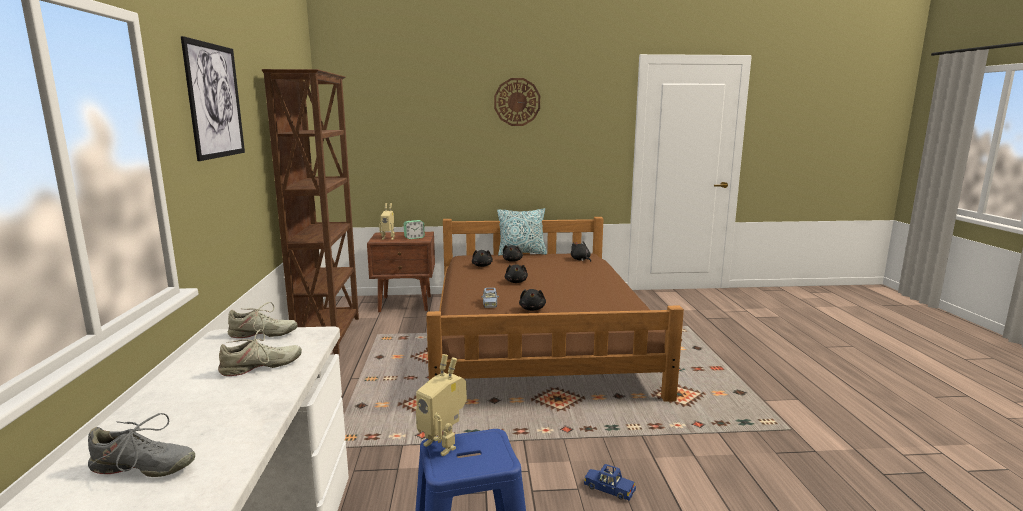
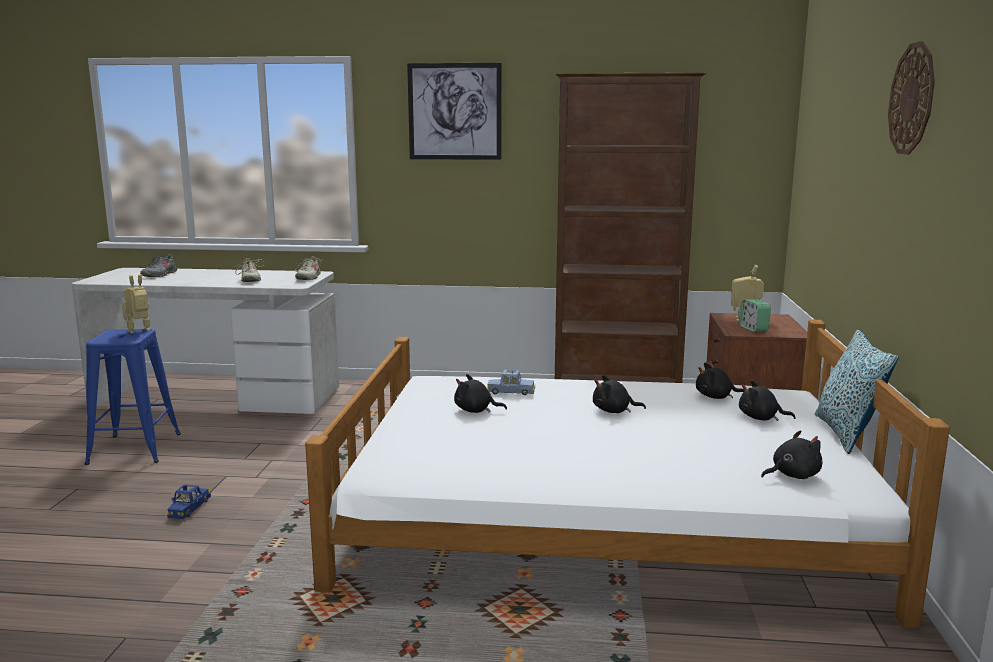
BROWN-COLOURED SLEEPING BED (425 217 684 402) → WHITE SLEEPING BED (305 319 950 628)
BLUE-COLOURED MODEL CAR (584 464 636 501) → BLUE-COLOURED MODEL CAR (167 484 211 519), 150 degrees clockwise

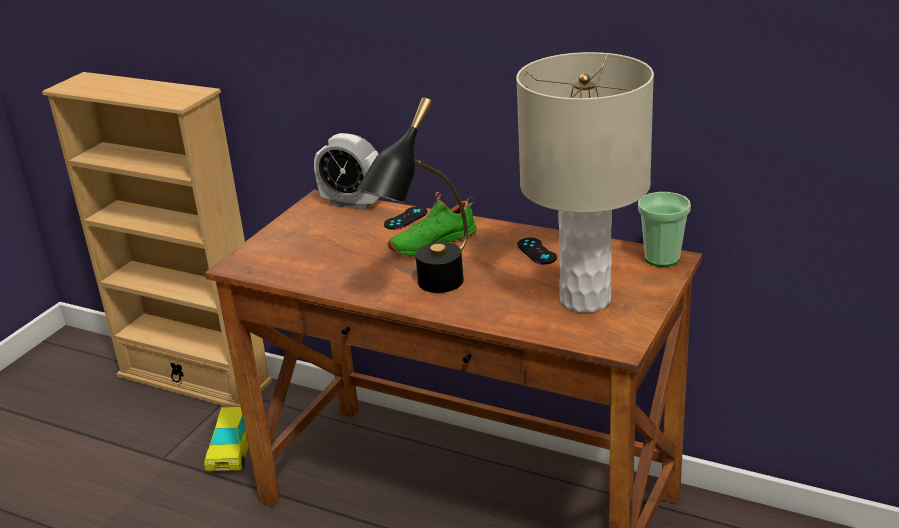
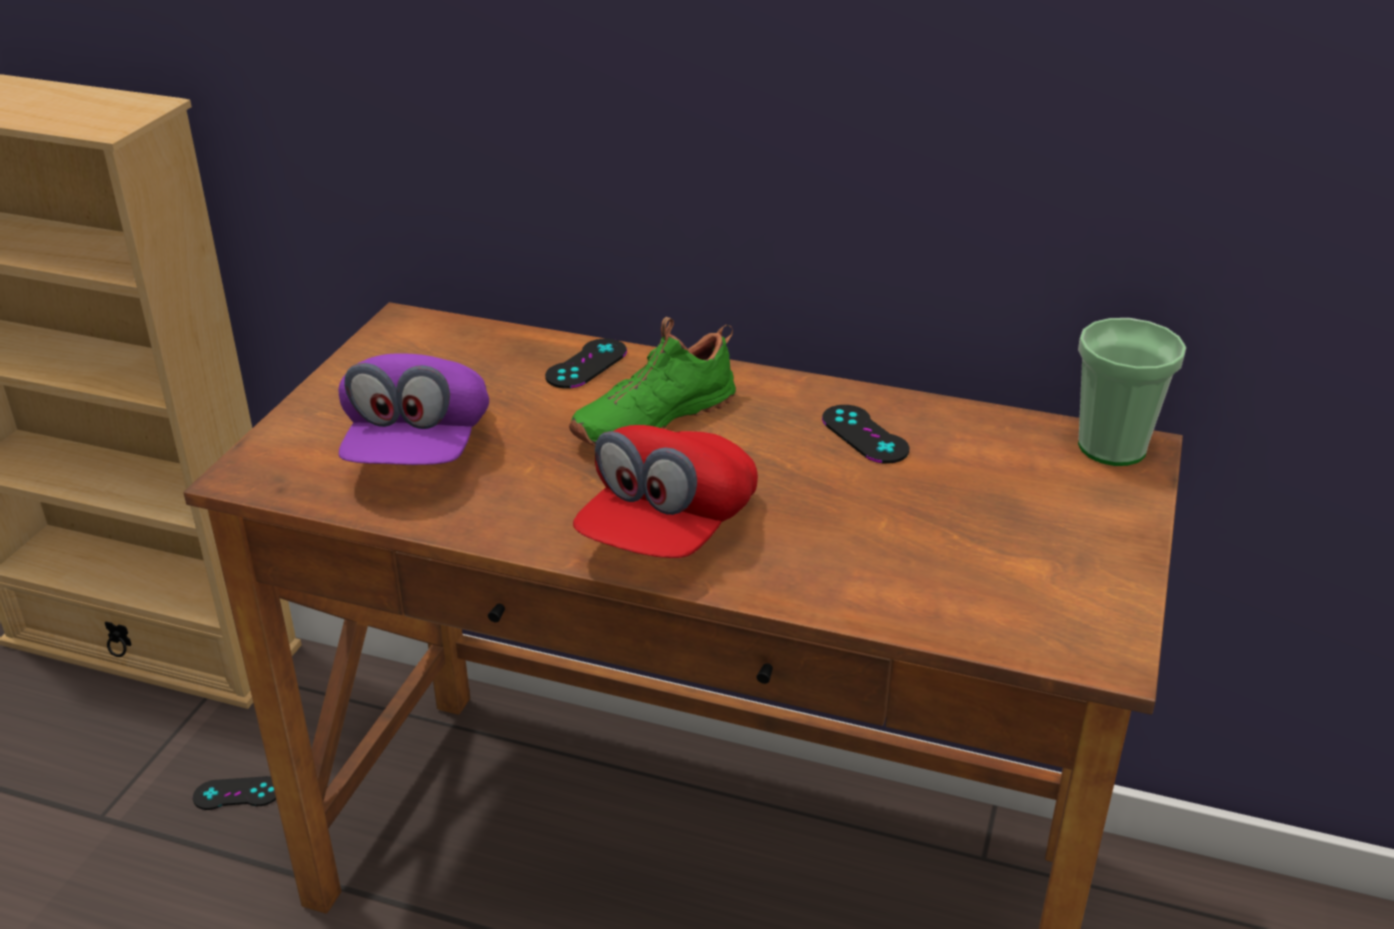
ALARM CLOCK (314 133 379 210) → -
BEIGE-COLOURED TABLE LAMP (516 52 654 313) → -
- → PURPLE-COLOURED PEAKED CAP (338 353 489 465)
MODEL CAR (204 407 249 471) → BLACK-COLOURED GAME CONTROLLER (193 776 276 810)
BLACK-COLOURED TABLE LAMP (356 97 468 293) → RED PEAKED CAP (573 425 758 558)

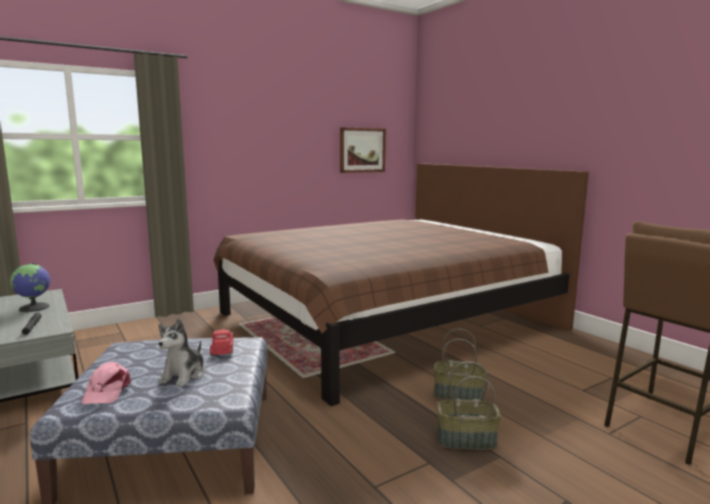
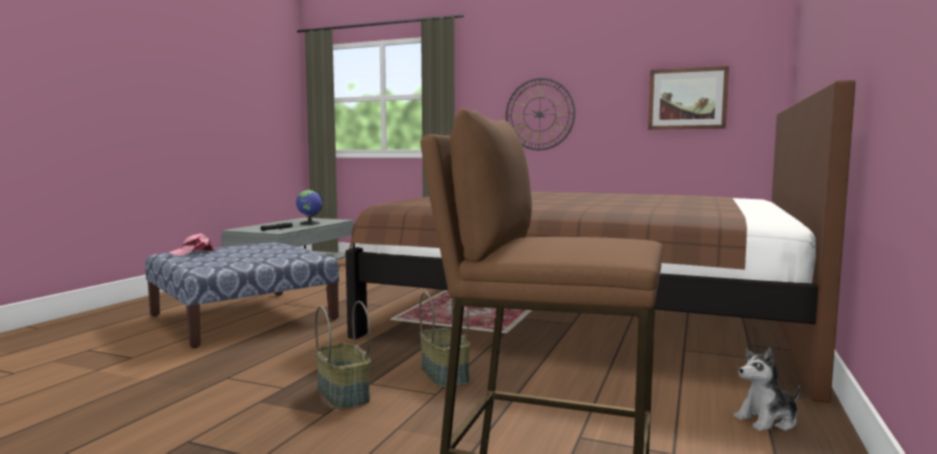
RED MODEL CAR (210 329 233 355) → -
- → HANGING CLOCK (506 78 575 150)
PLUSH TOY (158 318 205 387) → PLUSH TOY (734 348 800 431), shifted

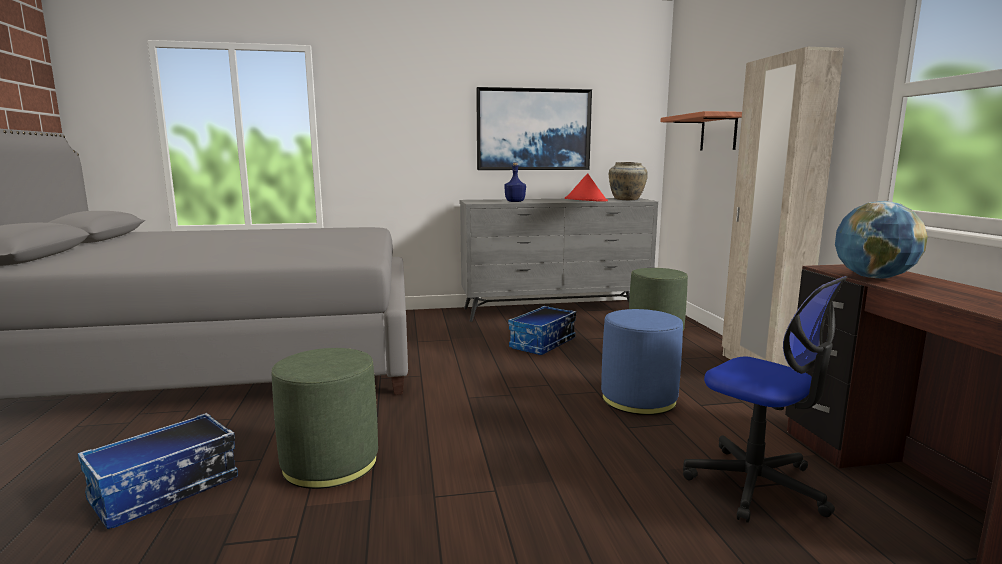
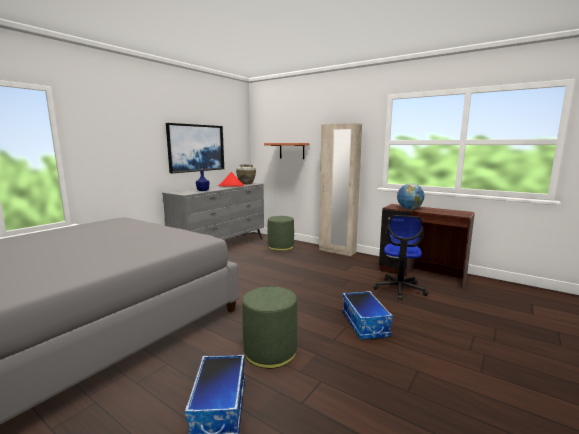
BLUE-COLOURED OTTOMAN (601 309 683 415) → -
STORAGE BOX (508 306 576 355) → STORAGE BOX (343 291 393 340), shifted
COMPUTER CHAIR (683 276 848 523) → COMPUTER CHAIR (373 215 428 300), 105 degrees clockwise

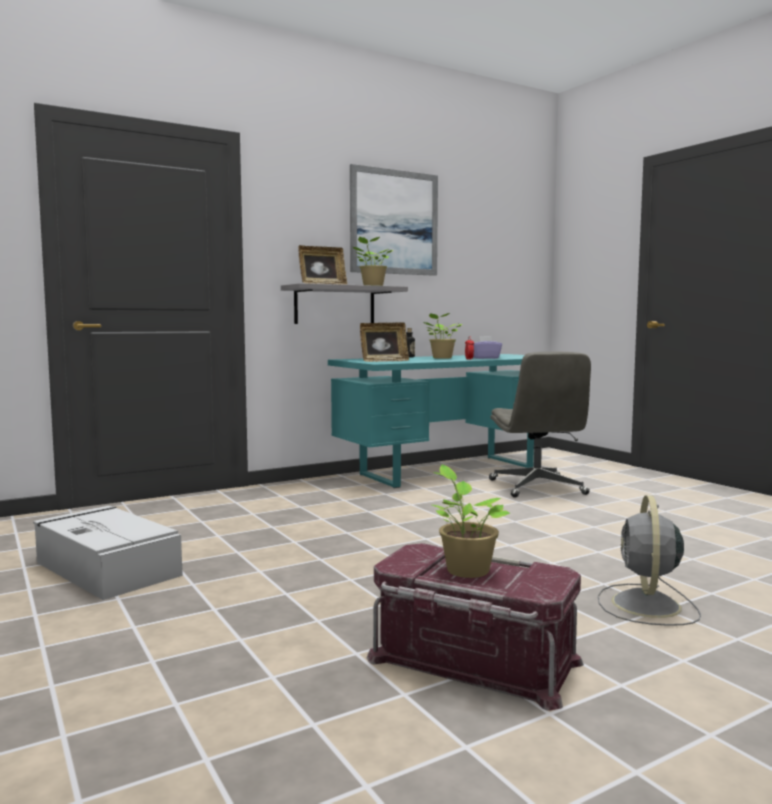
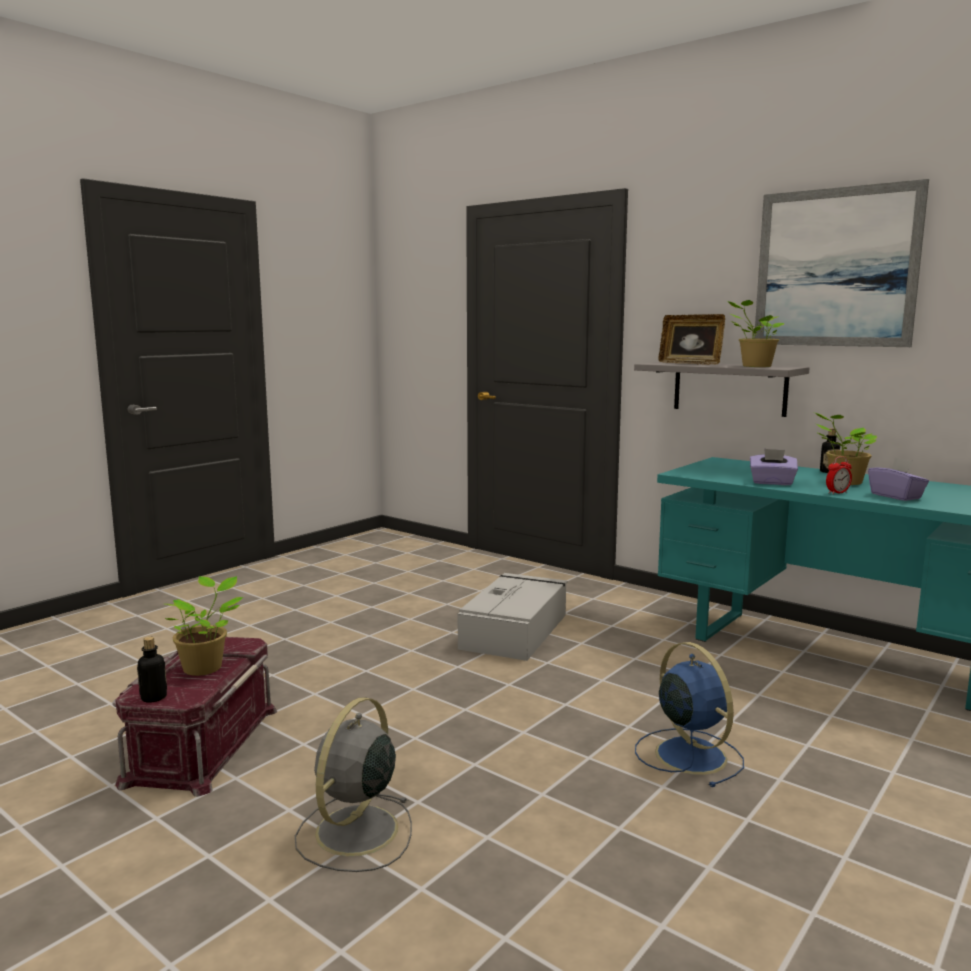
PICTURE FRAME (360 322 409 362) → -
GRAY COMPUTER CHAIR (489 352 591 498) → -
- → BEVERAGE BOTTLE (137 637 167 703)
- → BLUE-COLOURED COOLING FAN (635 642 744 787)
- → PURPLE-COLOURED TISSUE BOX (750 449 798 485)
GRAY STORAGE BOX (33 505 183 600) → GRAY STORAGE BOX (458 573 567 661), shifted
GRAY COOLING FAN (598 495 701 626) → GRAY COOLING FAN (295 697 412 872), 60 degrees counterclockwise

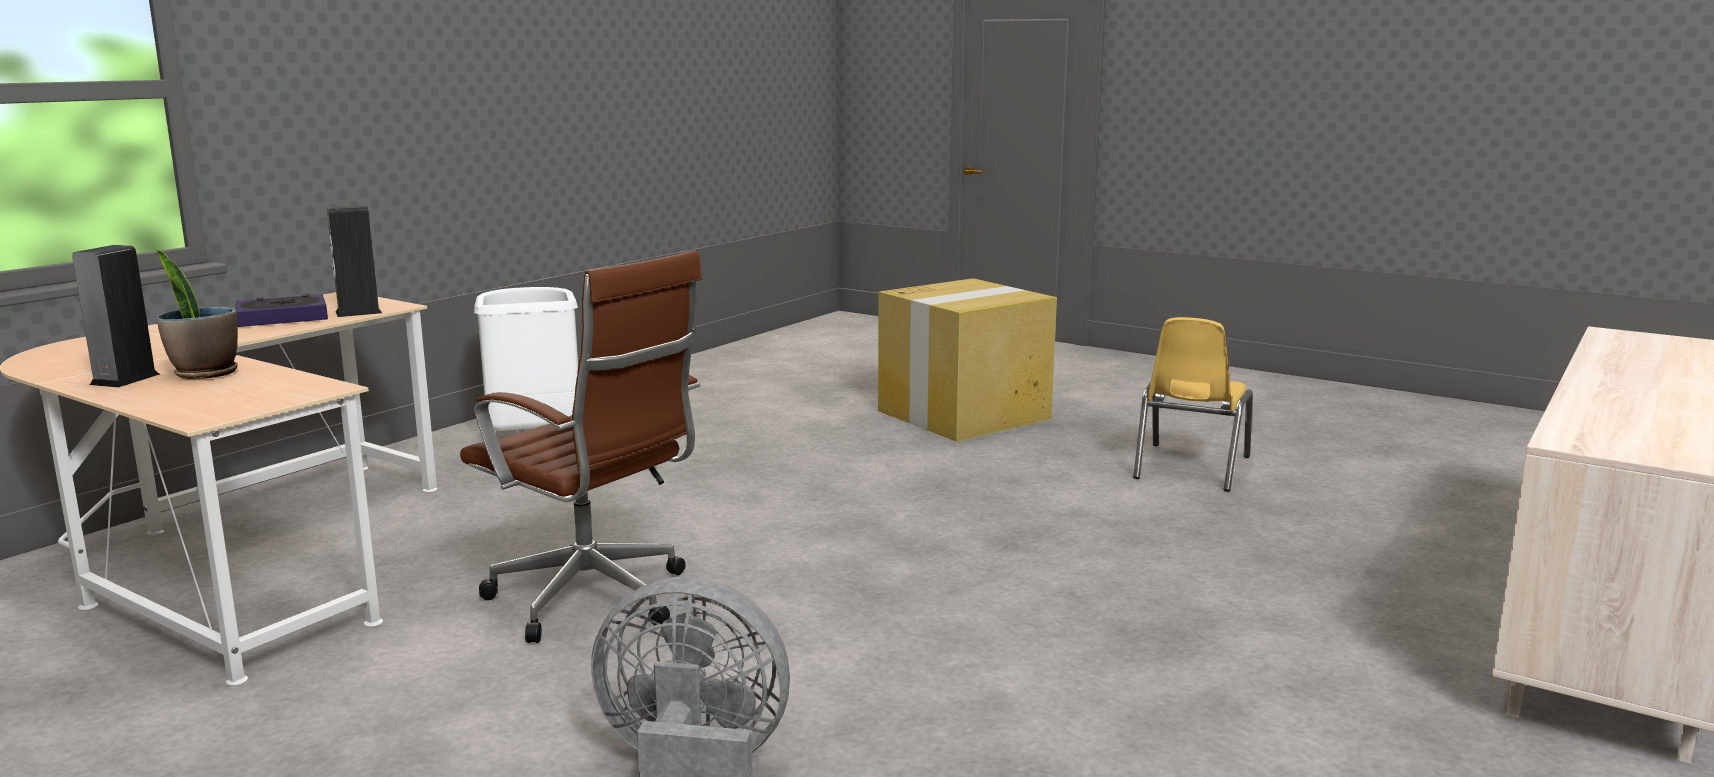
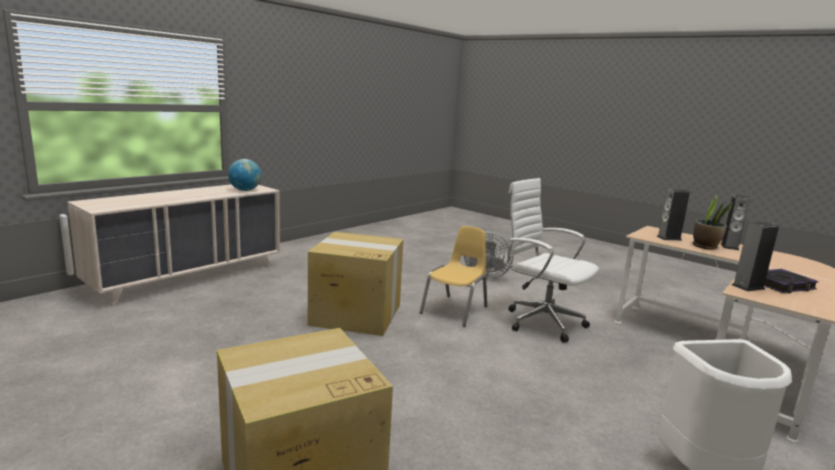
- → GLOBE (228 159 262 191)
- → PACKING BOX (308 232 403 336)
- → AUDIO SPEAKER (656 189 690 240)
YELLOW-COLOURED UPRIGHT CHAIR (1133 317 1253 492) → YELLOW-COLOURED UPRIGHT CHAIR (420 226 487 327), shifted
BROWN-COLOURED COMPUTER CHAIR (460 251 702 643) → WHITE COMPUTER CHAIR (508 178 599 343)

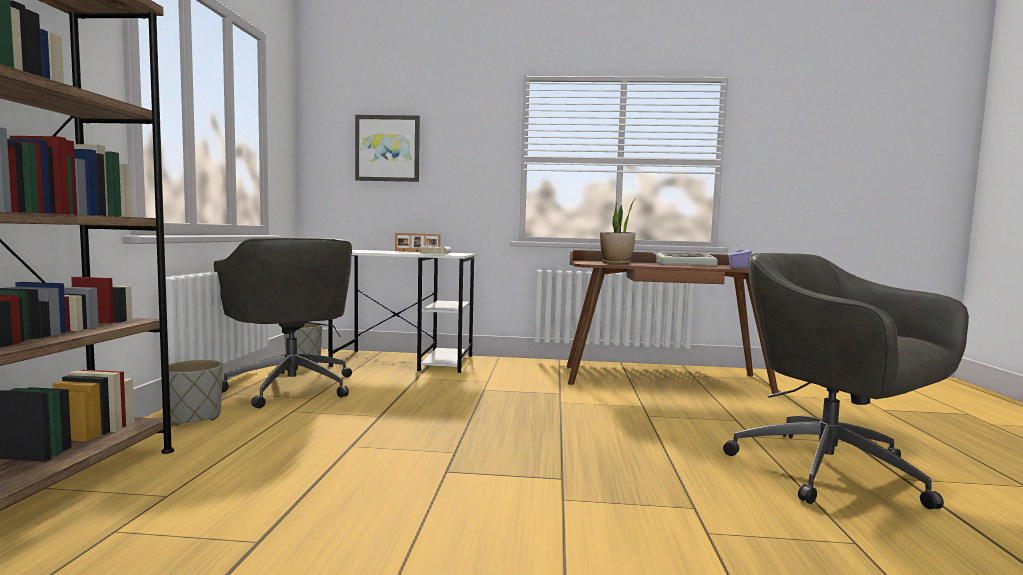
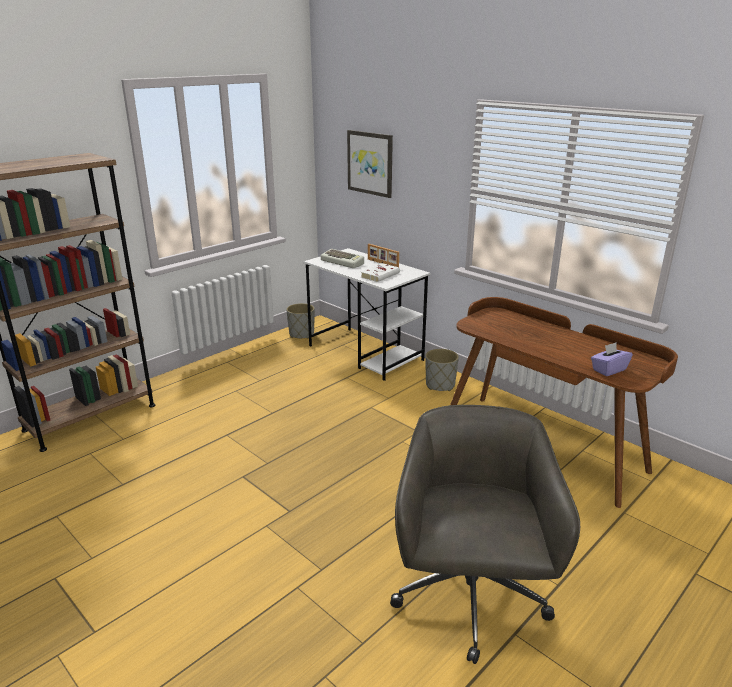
GRAY COMPUTER CHAIR (214 237 352 409) → -
POTTED PLANT (600 199 635 264) → -
GRAY PLANT POT (169 360 223 426) → GRAY PLANT POT (425 349 459 391), shifted
COMPUTER KEYBOARD (656 253 718 266) → COMPUTER KEYBOARD (321 249 364 268), shifted

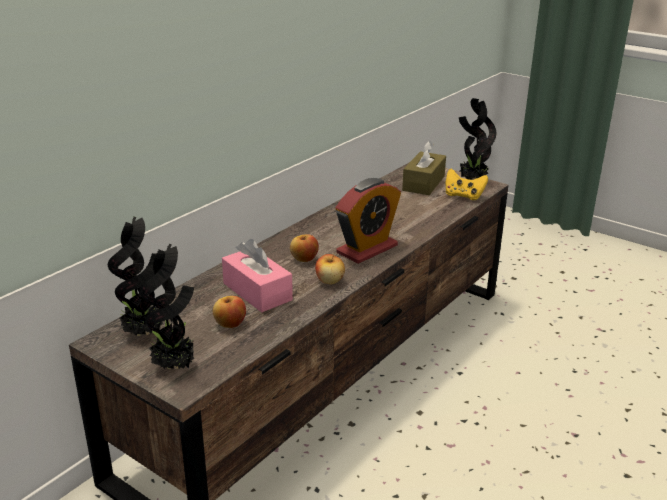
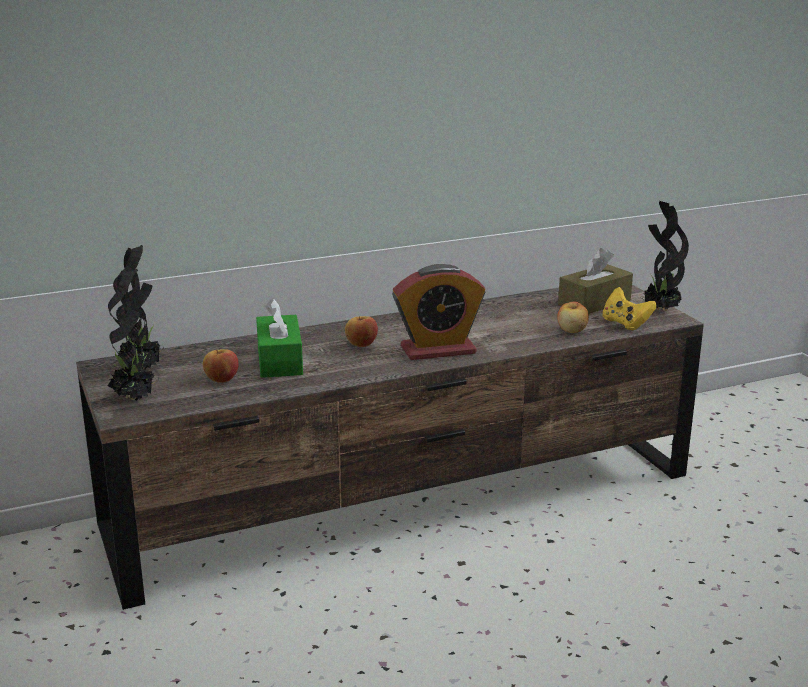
APPLE (315 253 345 285) → APPLE (557 301 589 333), shifted
PINKISH TISSUE BOX (222 239 293 312) → GREENISH TISSUE BOX (256 298 303 378)

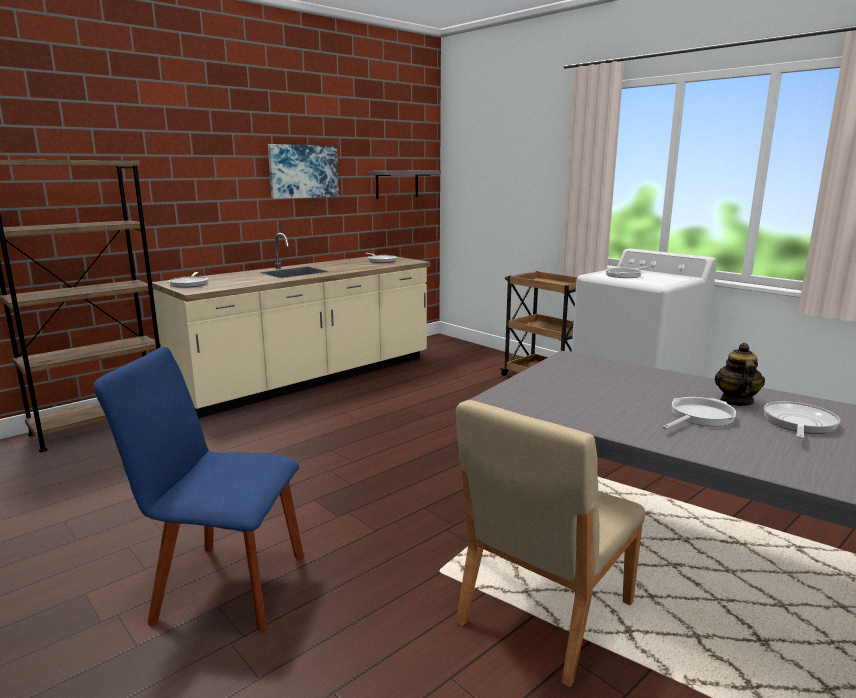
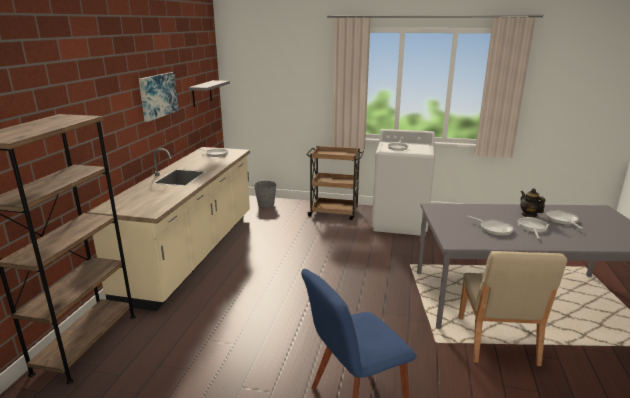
- → GRAY WATER BUCKET (254 181 276 208)
FRYING PAN (169 272 208 288) → FRYING PAN (467 216 514 236), shifted

